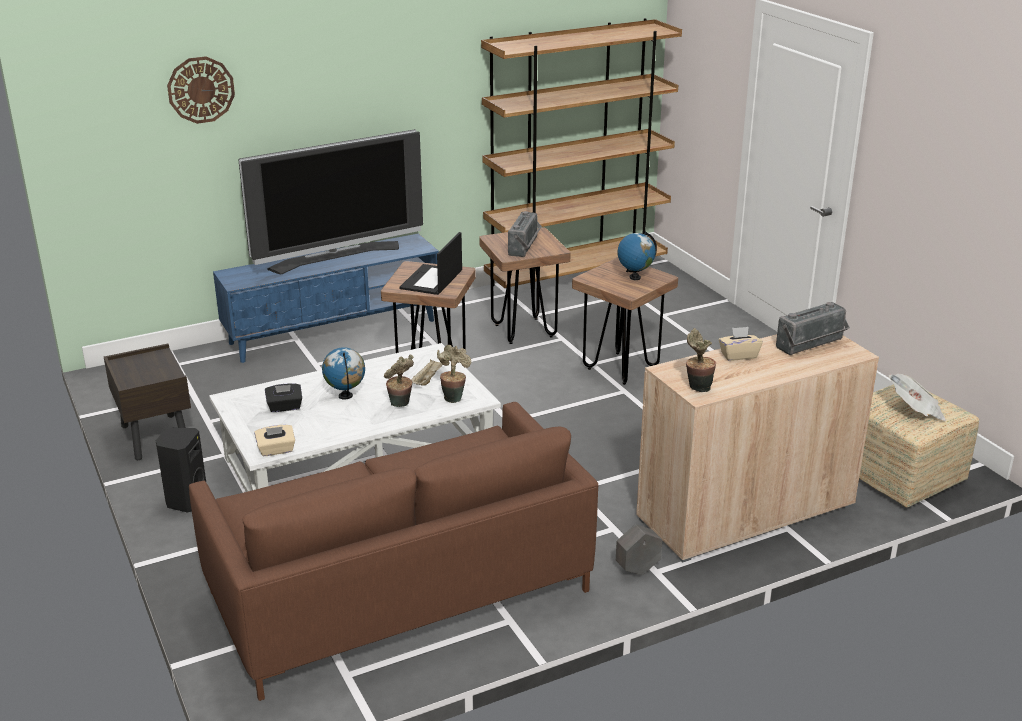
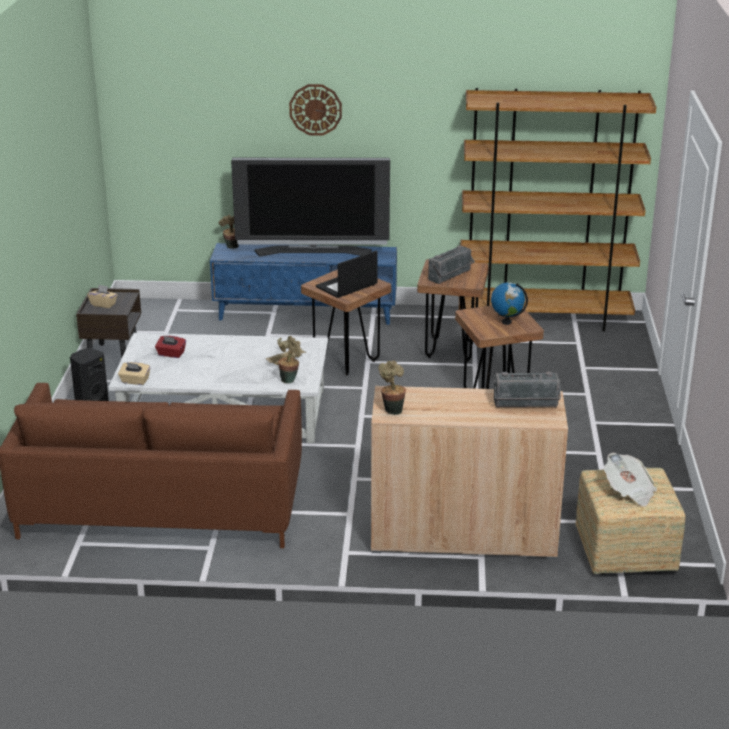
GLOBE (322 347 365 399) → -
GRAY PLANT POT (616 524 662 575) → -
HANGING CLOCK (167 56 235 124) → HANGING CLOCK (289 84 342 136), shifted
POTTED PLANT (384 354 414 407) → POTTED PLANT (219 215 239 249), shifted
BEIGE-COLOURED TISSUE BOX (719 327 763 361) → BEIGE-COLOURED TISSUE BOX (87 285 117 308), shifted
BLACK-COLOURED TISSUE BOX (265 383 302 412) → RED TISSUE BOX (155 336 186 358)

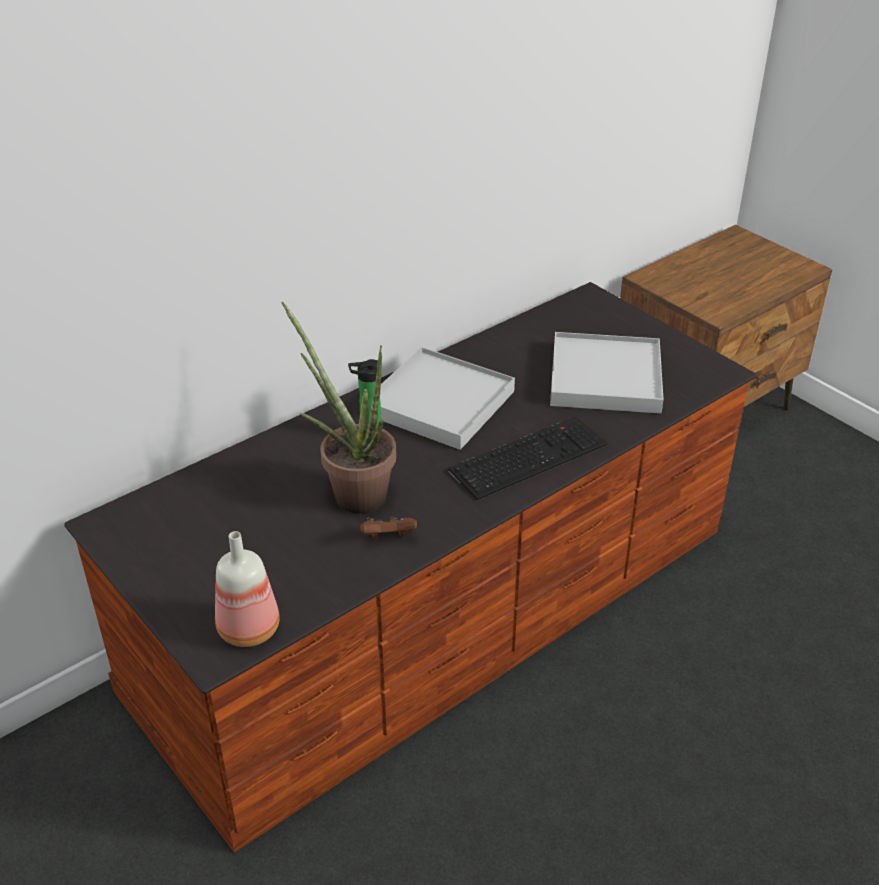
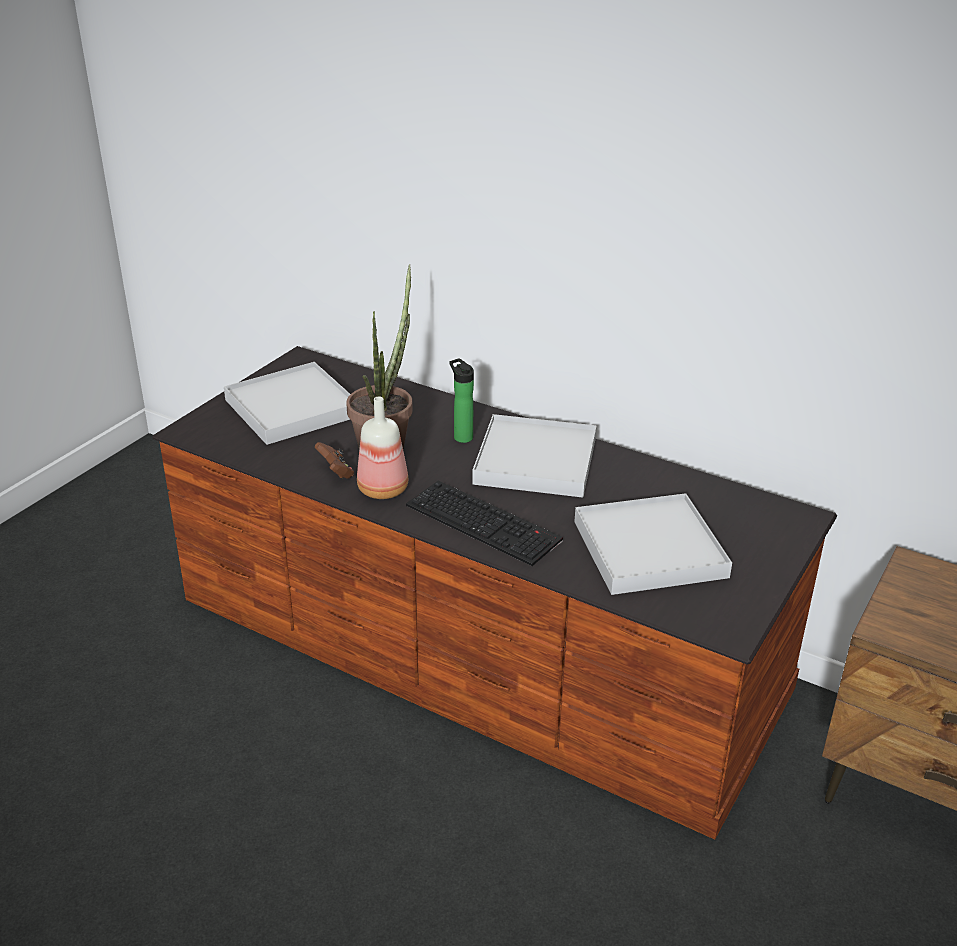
- → WHITE CARRYING TRAY (224 362 350 445)
BEVERAGE BOTTLE (215 531 280 647) → BEVERAGE BOTTLE (357 397 408 499), shifted

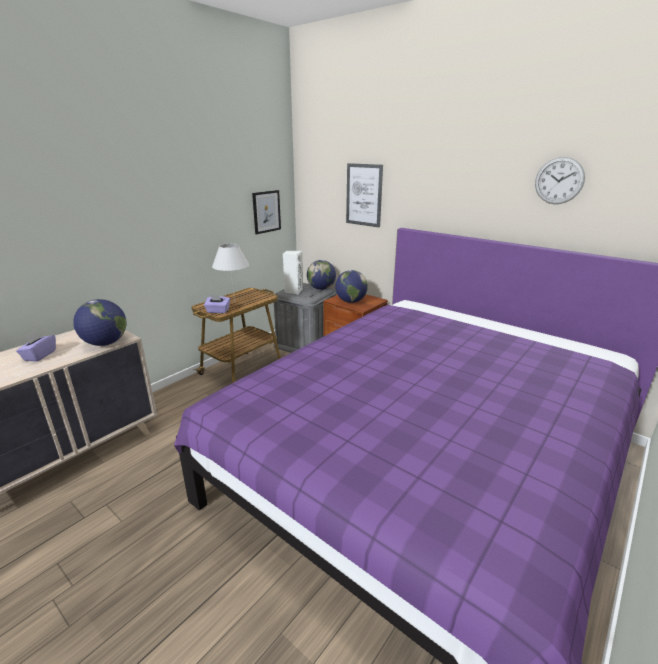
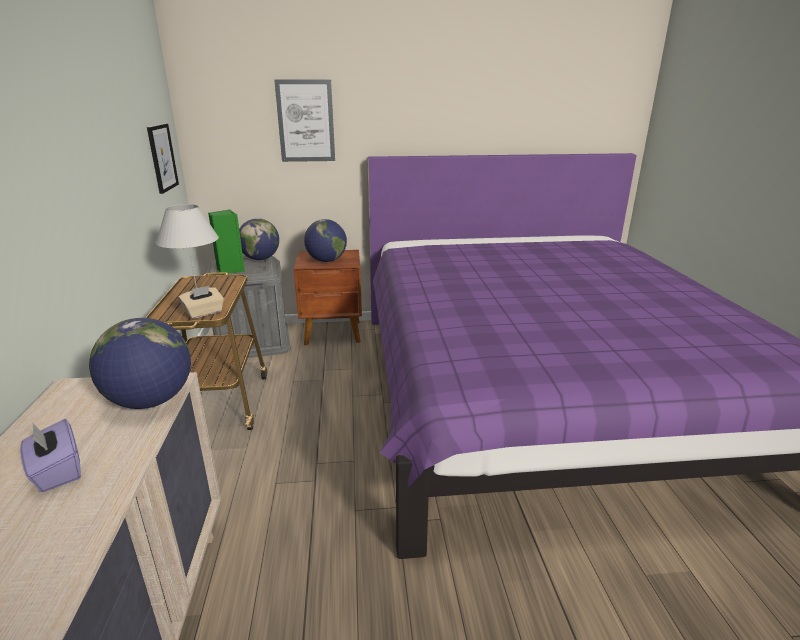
HANGING CLOCK (535 157 585 204) → -
PURPLE-COLOURED TISSUE BOX (204 295 230 313) → BEIGE-COLOURED TISSUE BOX (178 286 224 319)
WHITE AUDIO SPEAKER (283 251 303 294) → GREENISH AUDIO SPEAKER (208 209 245 273)

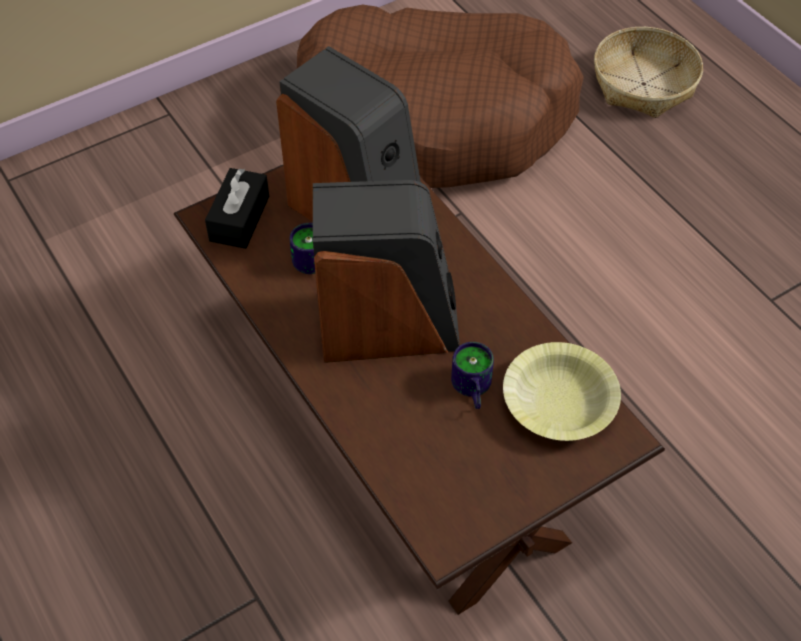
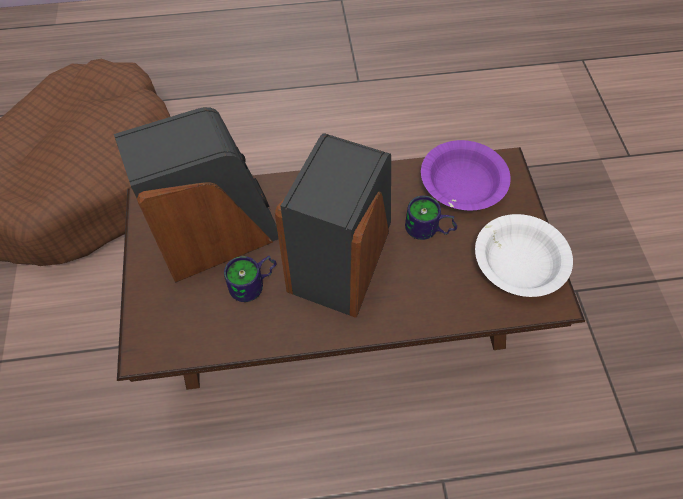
BLACK-COLOURED TISSUE BOX (205 168 269 249) → -
BASKET (594 27 703 118) → -
- → WHITE DEEP DISH (475 214 573 297)
YELLOW-COLOURED DEEP DISH (503 342 621 441) → PURPLE-COLOURED DEEP DISH (421 140 511 210)

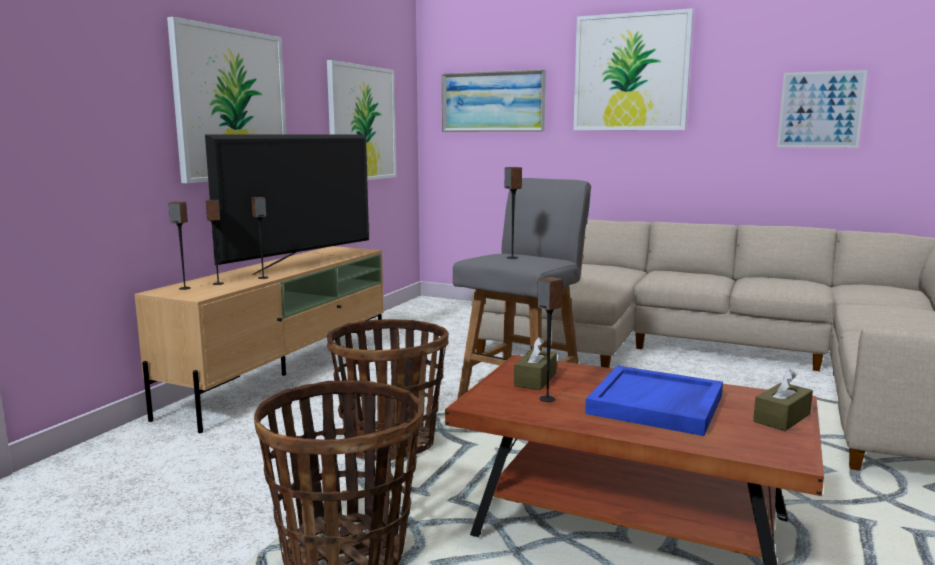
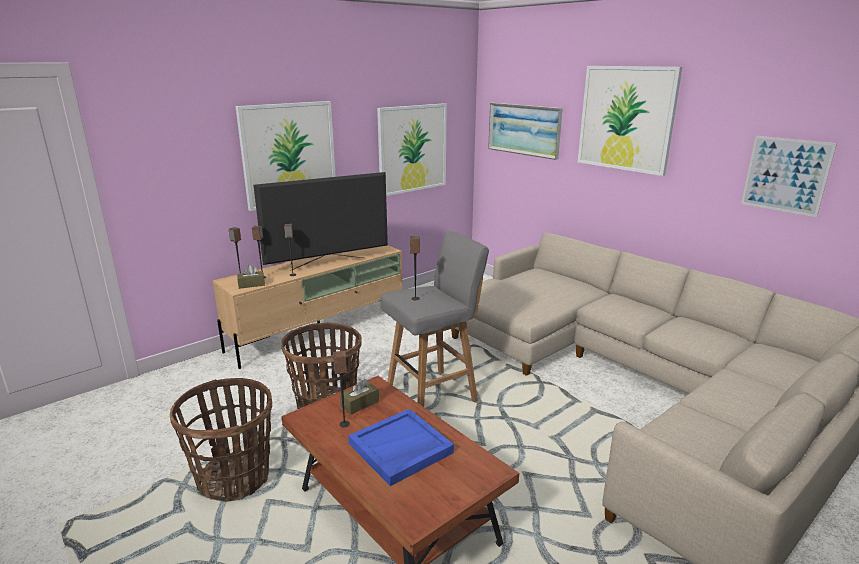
BROWN-COLOURED TISSUE BOX (753 369 813 431) → BROWN-COLOURED TISSUE BOX (237 265 265 289), shifted

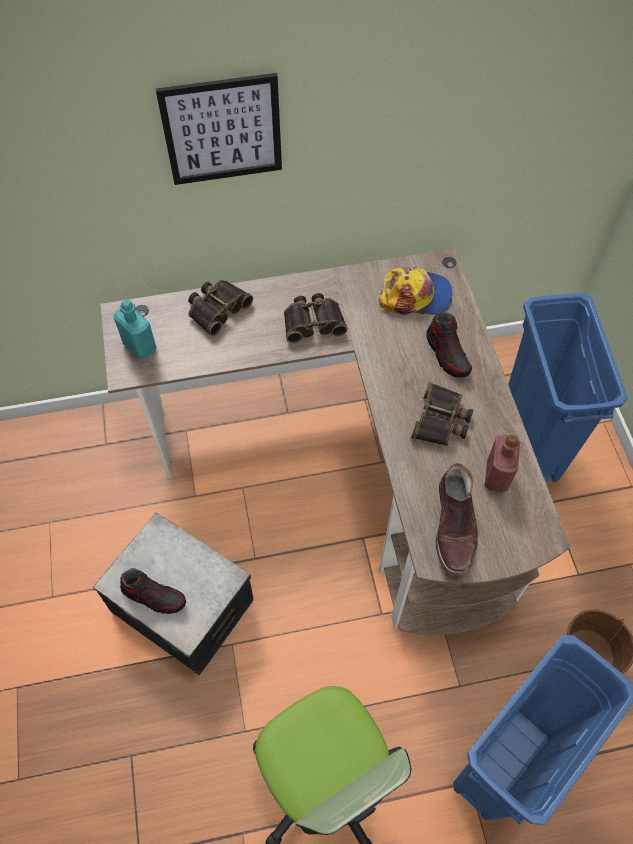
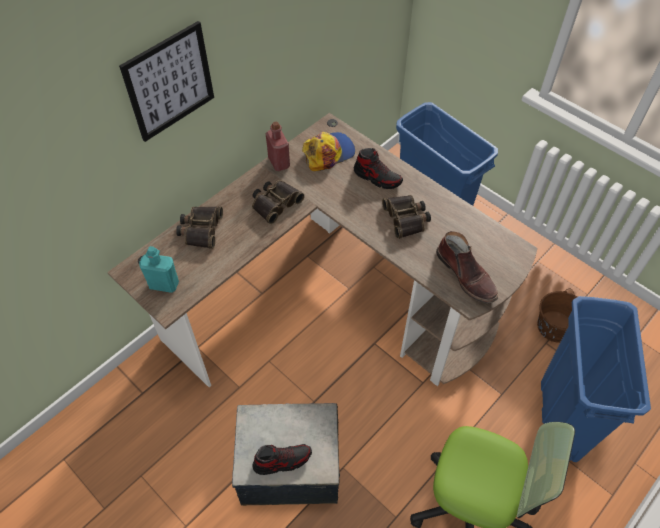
RED BEVERAGE BOTTLE (484 434 520 492) → RED BEVERAGE BOTTLE (266 122 290 171), shifted

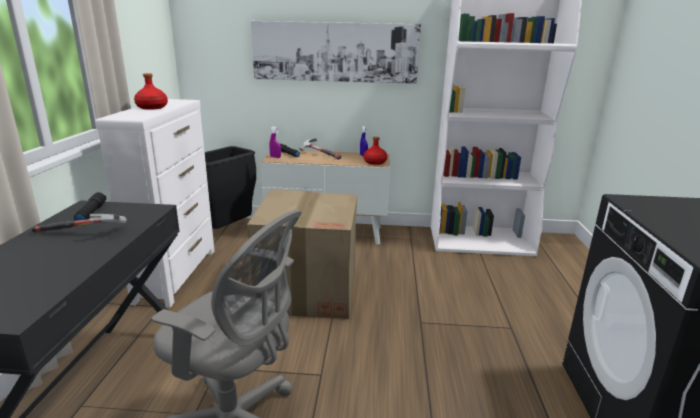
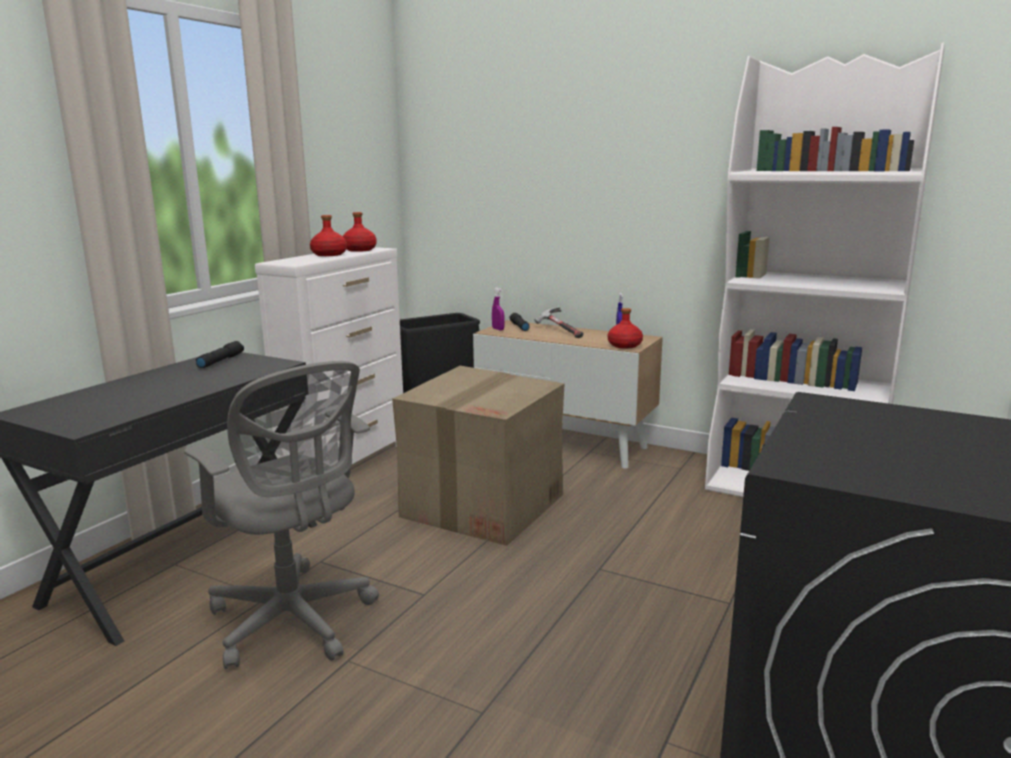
HAMMER (32 214 127 232) → -
PICTURE (251 21 421 84) → -
- → RED BEVERAGE BOTTLE (343 212 377 252)

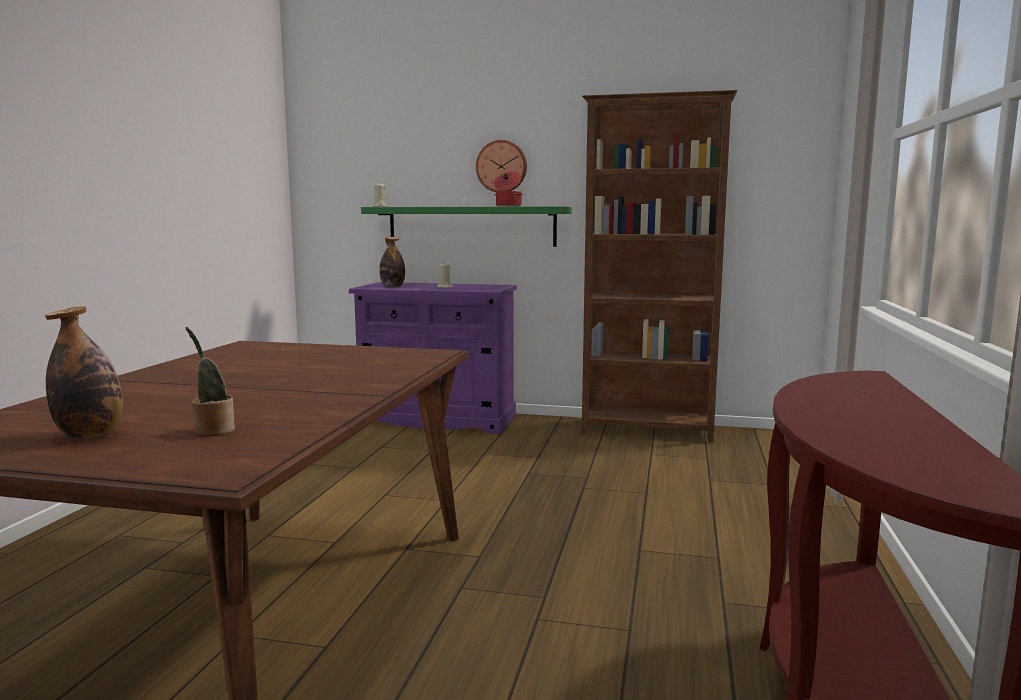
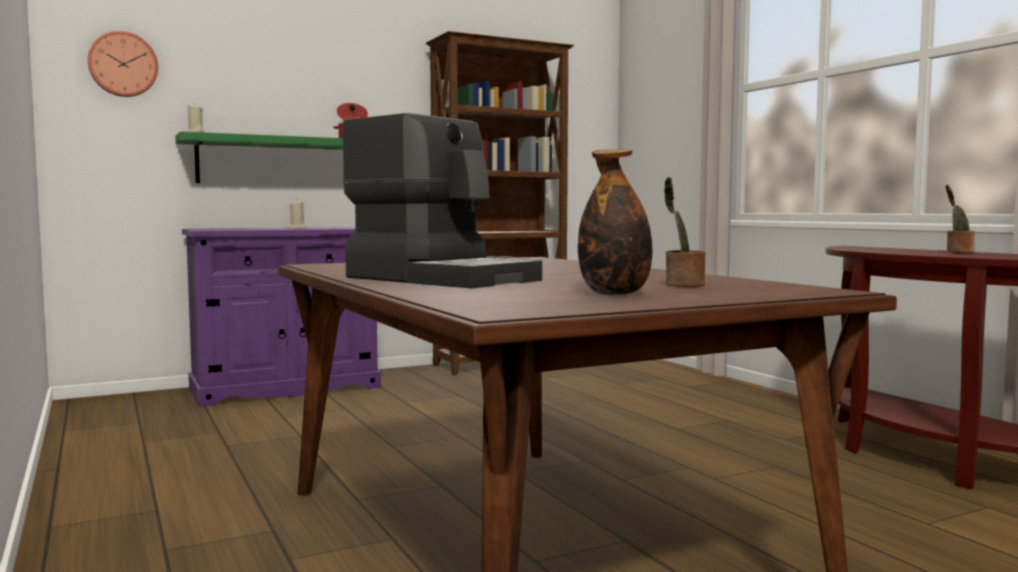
BEVERAGE BOTTLE (379 237 405 287) → -
- → COFFEE MACHINE (343 113 542 288)
- → POTTED PLANT (946 185 975 253)
HANGING CLOCK (476 140 527 192) → HANGING CLOCK (88 31 158 97), shifted

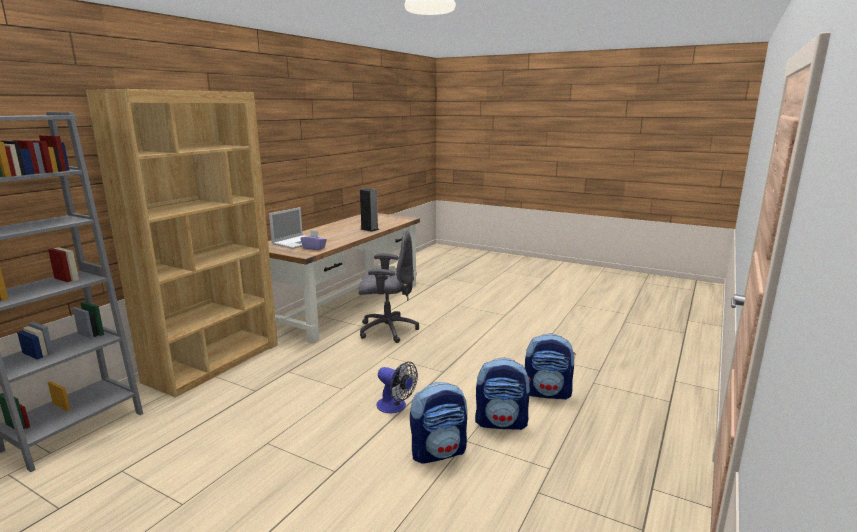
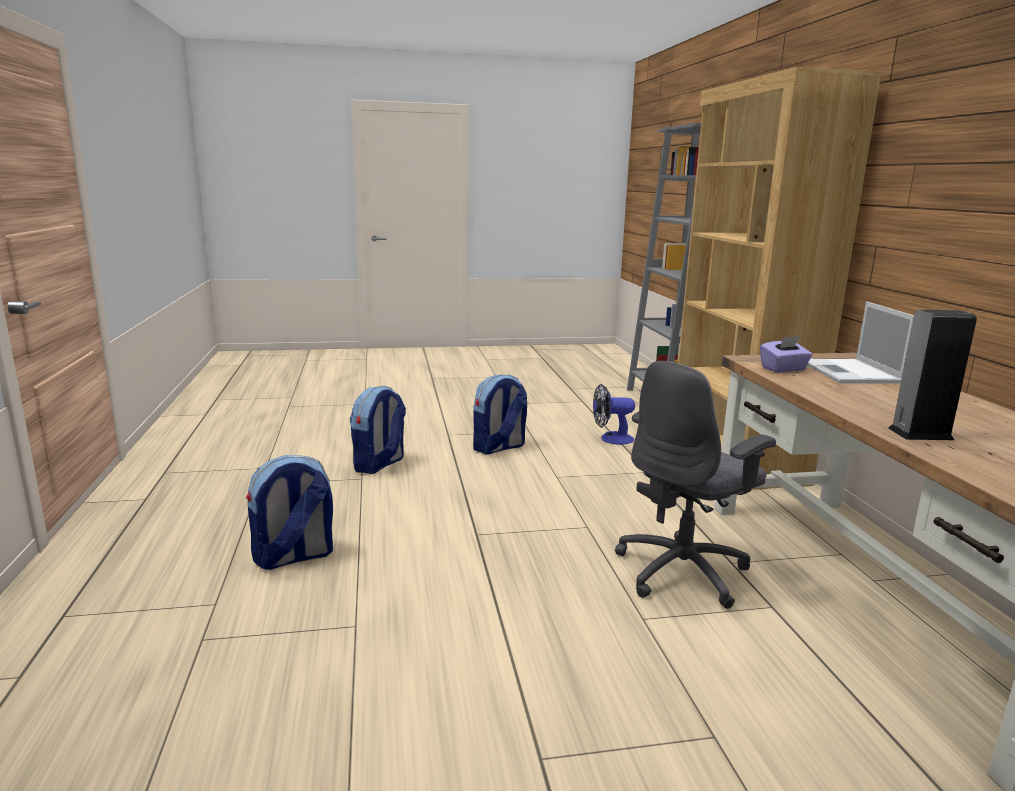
COOLING FAN (376 362 418 413) → COOLING FAN (593 384 635 445), shifted
KNAPSACK (475 357 531 430) → KNAPSACK (473 375 527 454), shifted

